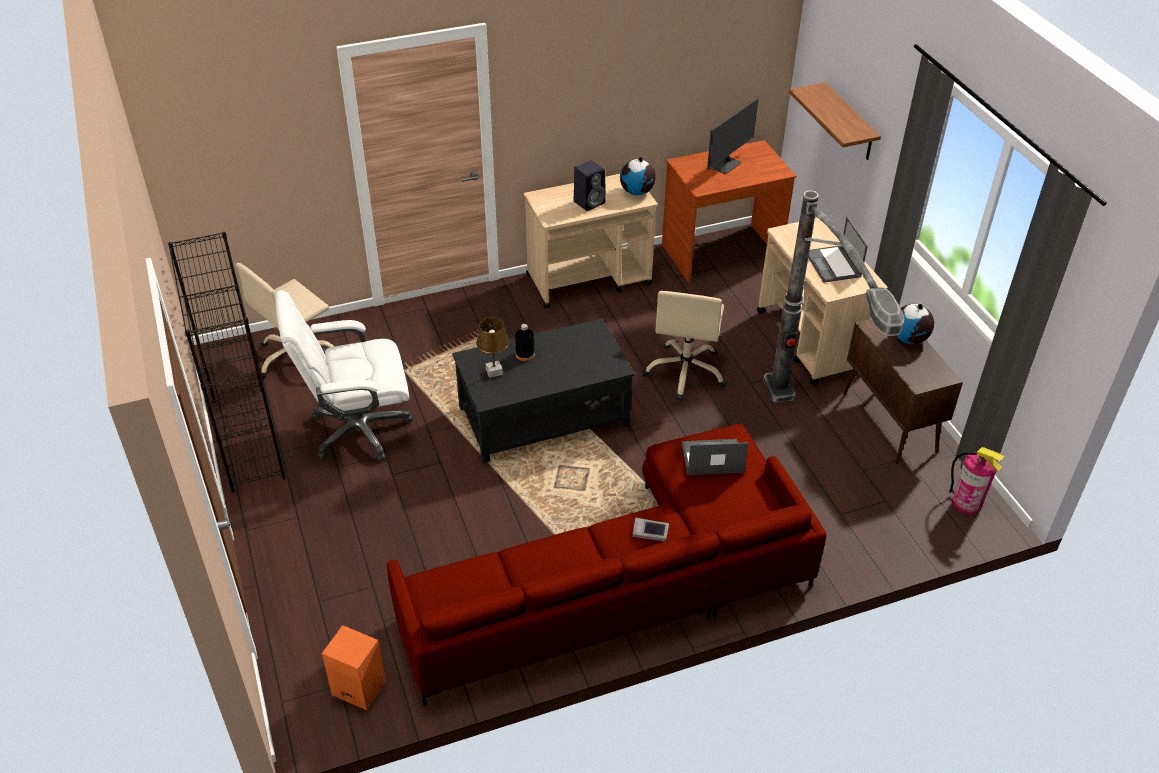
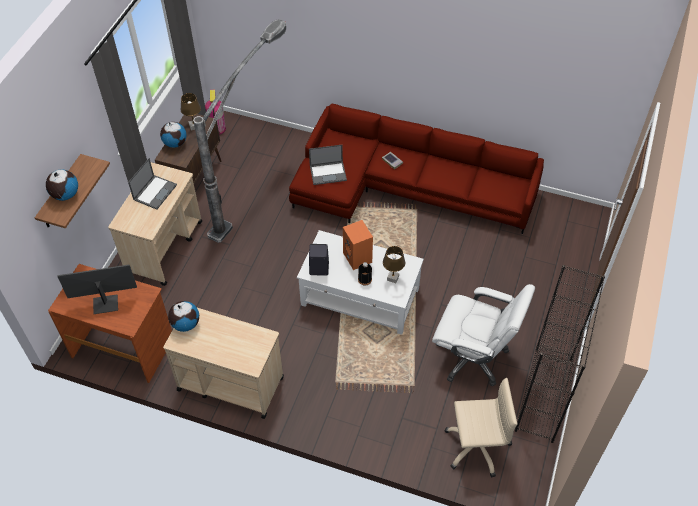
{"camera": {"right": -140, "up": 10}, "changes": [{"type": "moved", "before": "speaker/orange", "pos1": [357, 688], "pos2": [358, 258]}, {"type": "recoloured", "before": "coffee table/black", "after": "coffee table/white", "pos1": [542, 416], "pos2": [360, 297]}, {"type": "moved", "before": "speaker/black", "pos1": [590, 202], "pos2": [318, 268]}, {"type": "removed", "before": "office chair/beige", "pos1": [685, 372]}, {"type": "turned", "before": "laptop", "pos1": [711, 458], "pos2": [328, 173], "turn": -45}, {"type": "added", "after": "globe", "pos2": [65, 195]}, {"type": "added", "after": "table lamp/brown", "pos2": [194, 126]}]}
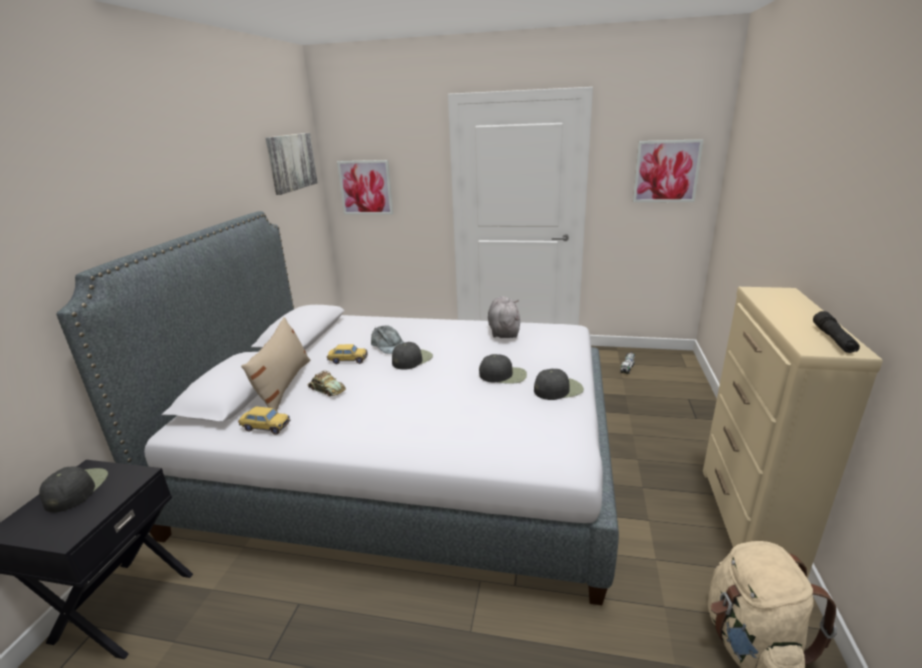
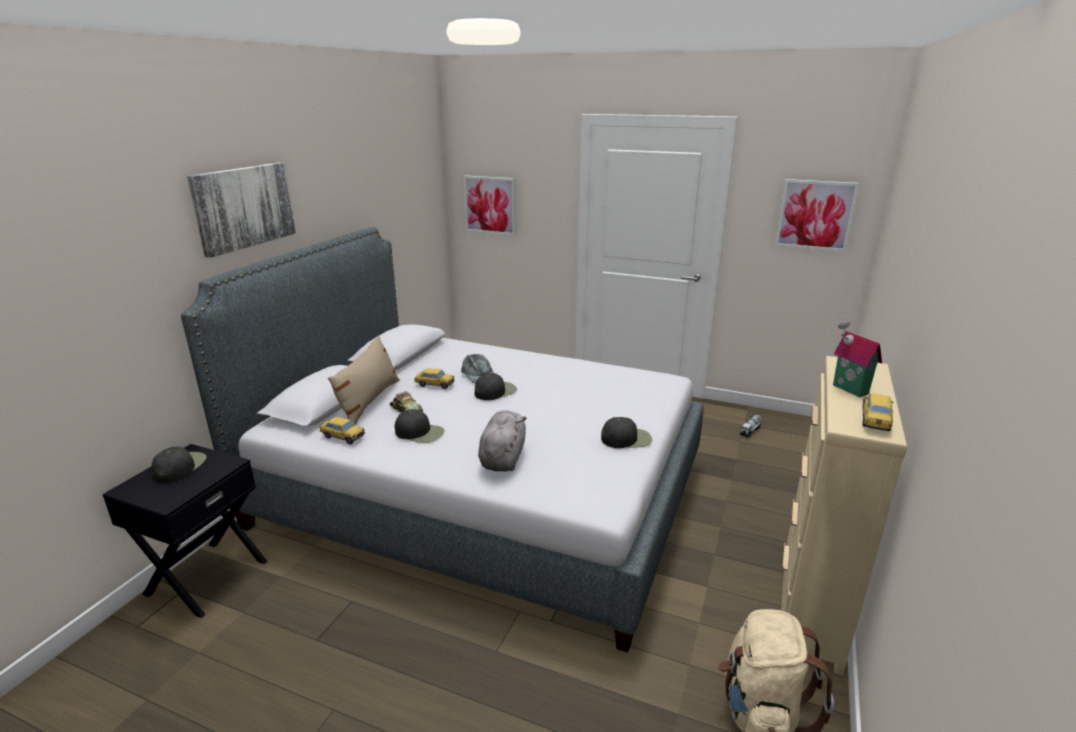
{"camera": {"right": 10, "up": 0}, "changes": [{"type": "moved", "before": "picture", "pos1": [291, 162], "pos2": [244, 207]}, {"type": "moved", "before": "cap/black", "pos1": [503, 375], "pos2": [420, 432]}, {"type": "moved", "before": "plush toy/grey", "pos1": [503, 331], "pos2": [503, 457]}, {"type": "replaced", "before": "flashlight/black", "after": "toy car", "pos1": [833, 339], "pos2": [875, 421]}, {"type": "added", "after": "toy house", "pos2": [848, 390]}]}
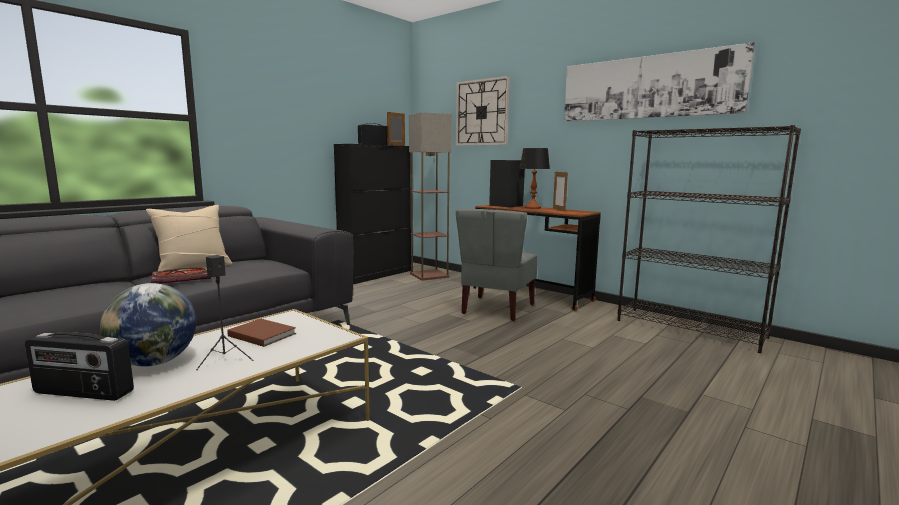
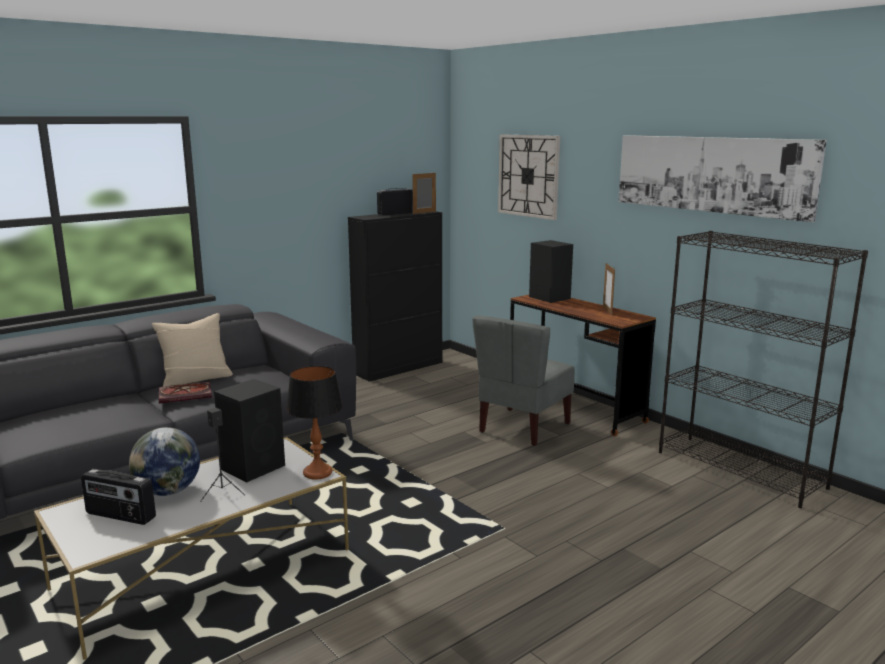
{"camera": {"right": 10, "up": 5}, "changes": [{"type": "replaced", "before": "book/brown", "after": "speaker/black", "pos1": [262, 334], "pos2": [254, 467]}, {"type": "removed", "before": "floor lamp", "pos1": [429, 275]}, {"type": "moved", "before": "table lamp", "pos1": [533, 208], "pos2": [318, 473]}]}
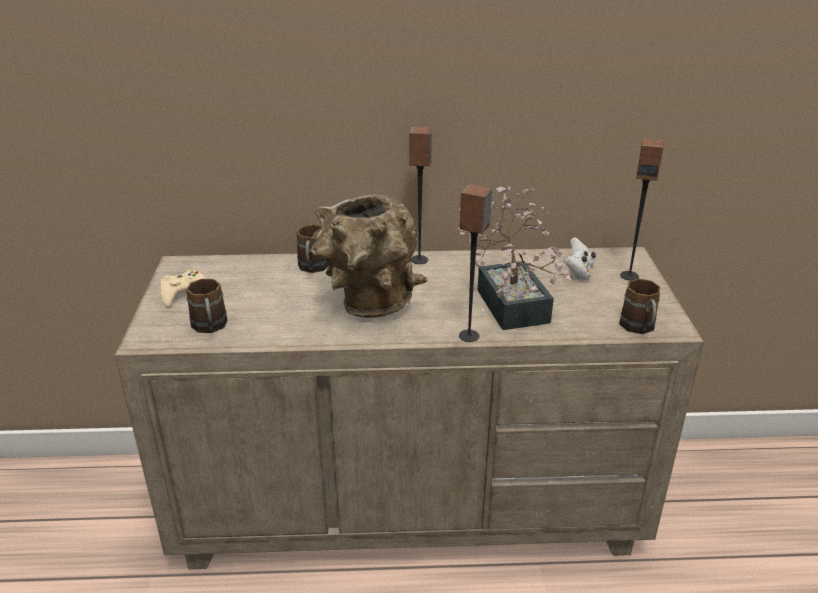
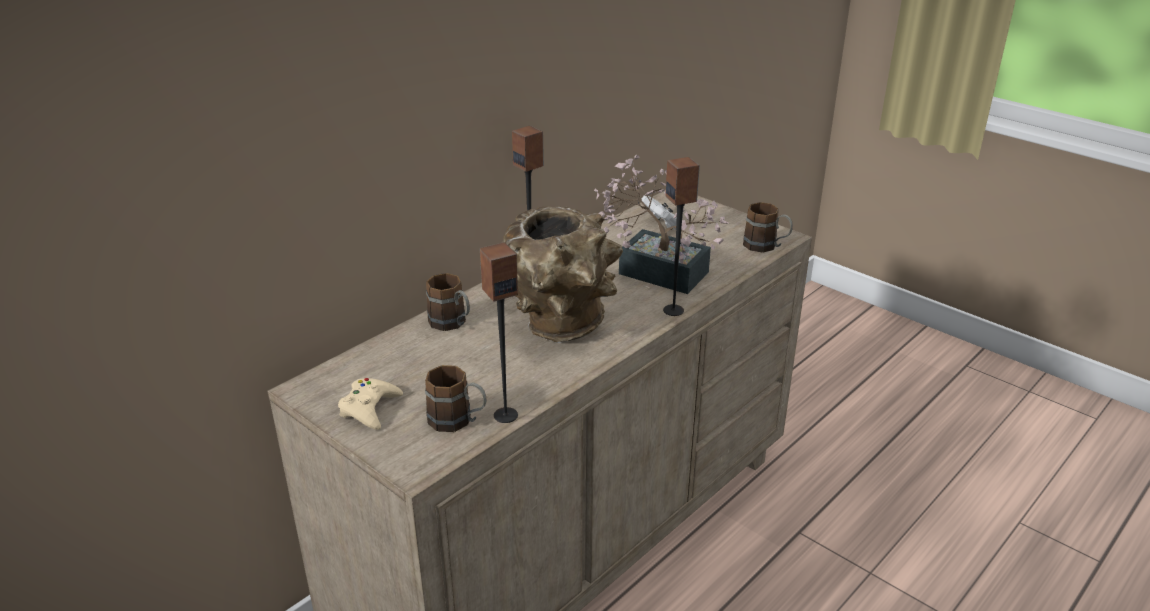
{"camera": {"right": -45, "up": 0}, "changes": [{"type": "moved", "before": "speaker", "pos1": [629, 276], "pos2": [505, 415]}]}
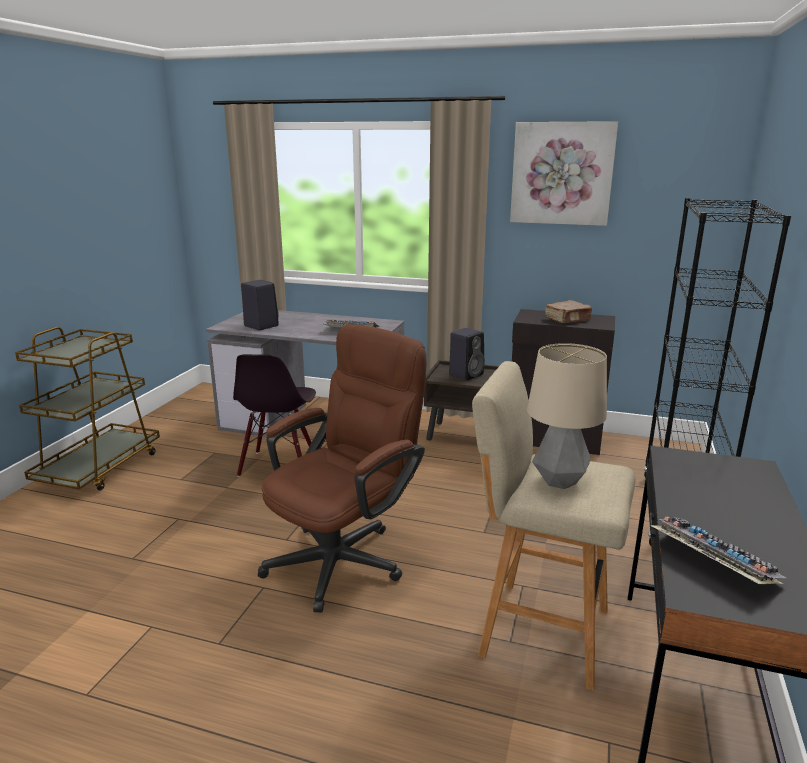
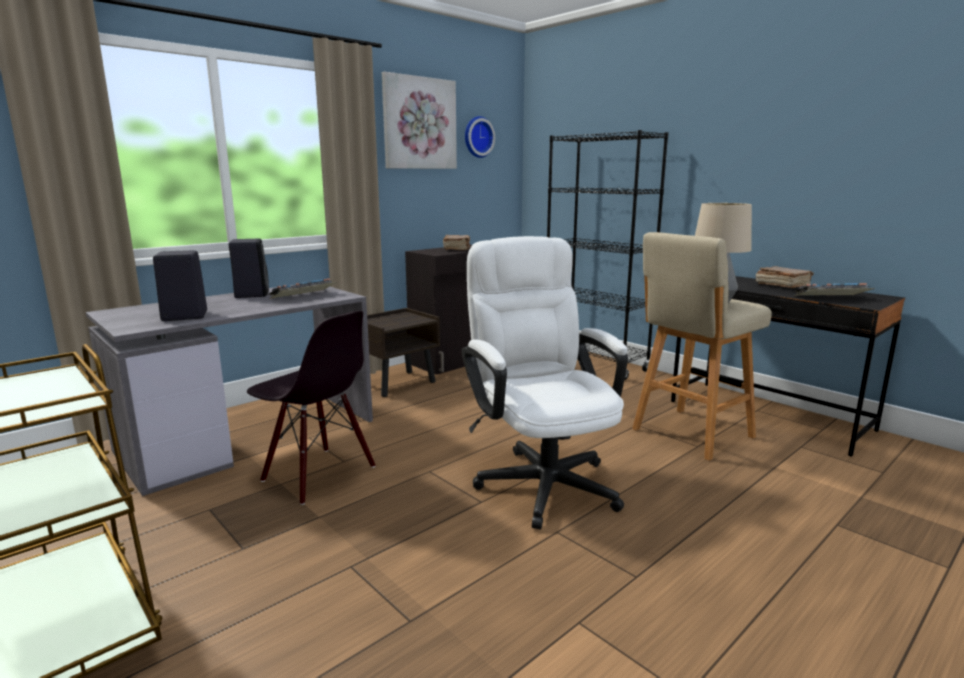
{"camera": {"right": -60, "up": -5}, "changes": [{"type": "recoloured", "before": "office chair/brown", "after": "office chair/white", "pos1": [345, 556], "pos2": [541, 478]}, {"type": "moved", "before": "speaker/black", "pos1": [466, 374], "pos2": [251, 294]}, {"type": "added", "after": "wall clock", "pos2": [477, 137]}, {"type": "added", "after": "book/brown", "pos2": [781, 286]}]}
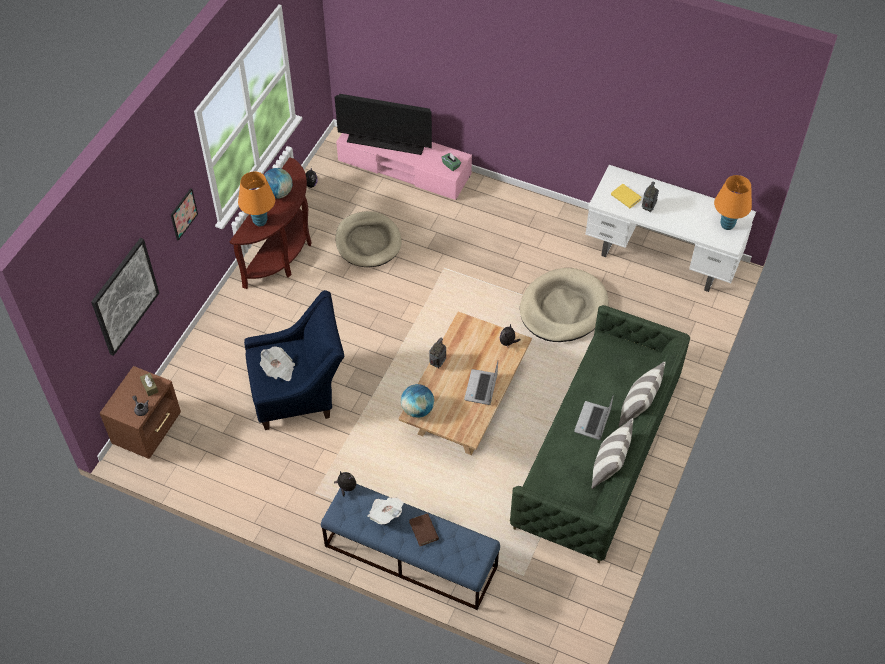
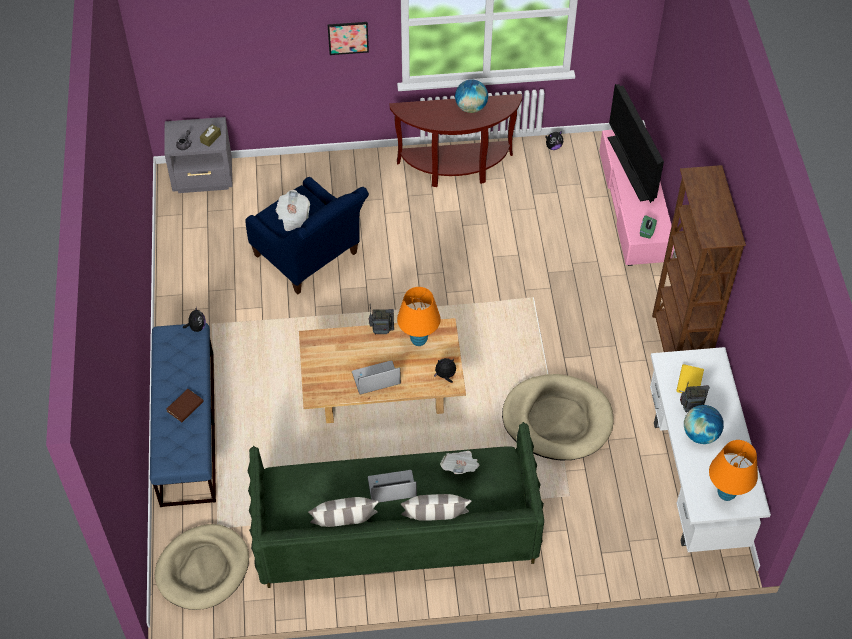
{"camera": {"right": 60, "up": 0}, "changes": [{"type": "removed", "before": "picture", "pos1": [125, 296]}, {"type": "recoloured", "before": "nightstand/brown", "after": "nightstand/grey", "pos1": [149, 430], "pos2": [204, 178]}, {"type": "moved", "before": "table lamp/orange", "pos1": [260, 221], "pos2": [419, 340]}, {"type": "moved", "before": "dog bed/beige", "pos1": [368, 242], "pos2": [203, 569]}, {"type": "moved", "before": "newspaper", "pos1": [385, 514], "pos2": [460, 467]}, {"type": "moved", "before": "globe", "pos1": [417, 410], "pos2": [700, 434]}, {"type": "added", "after": "bookcase/brown", "pos2": [677, 349]}]}
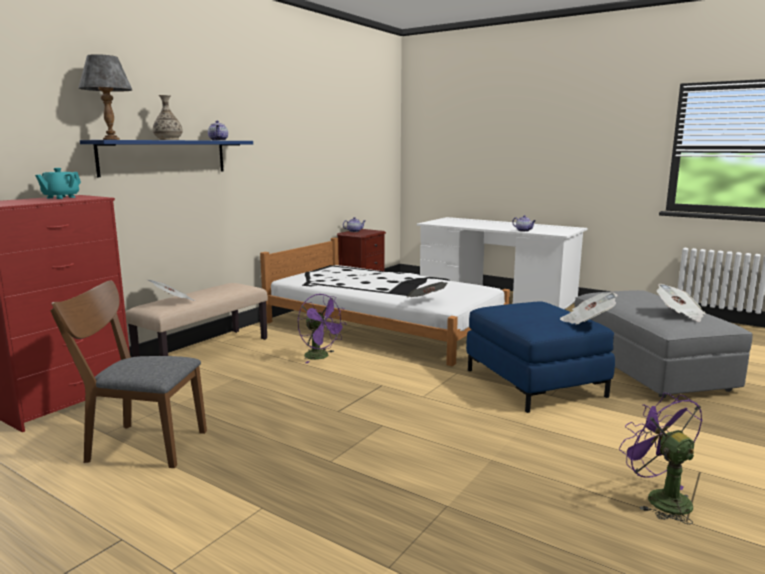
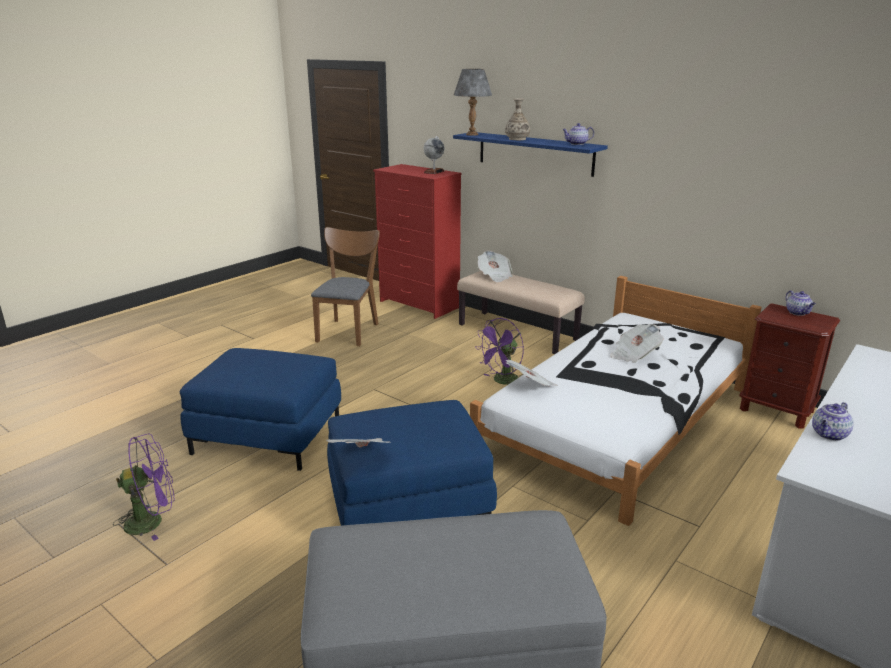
{"camera": {"right": 95, "up": 10}, "changes": [{"type": "replaced", "before": "teapot/turquoise", "after": "globe", "pos1": [60, 197], "pos2": [434, 172]}, {"type": "moved", "before": "newspaper", "pos1": [679, 315], "pos2": [634, 355]}, {"type": "added", "after": "ottoman/blue", "pos2": [267, 435]}]}
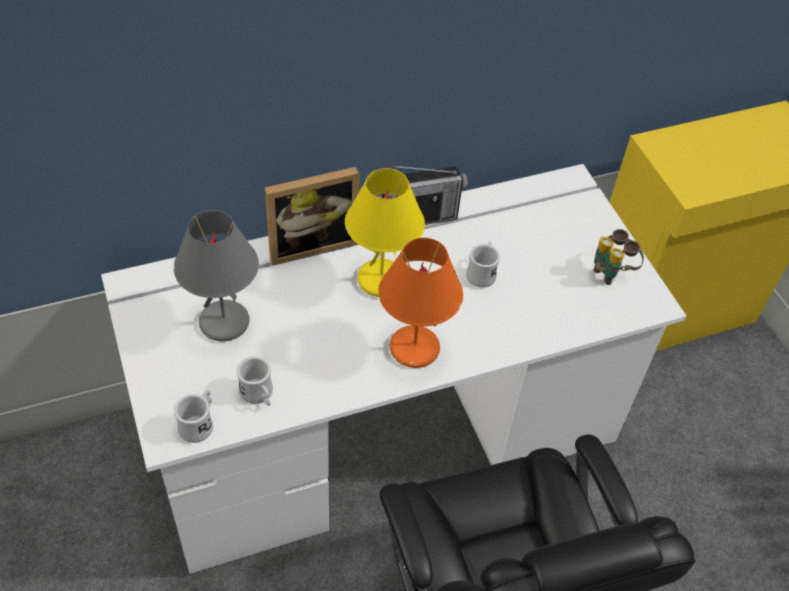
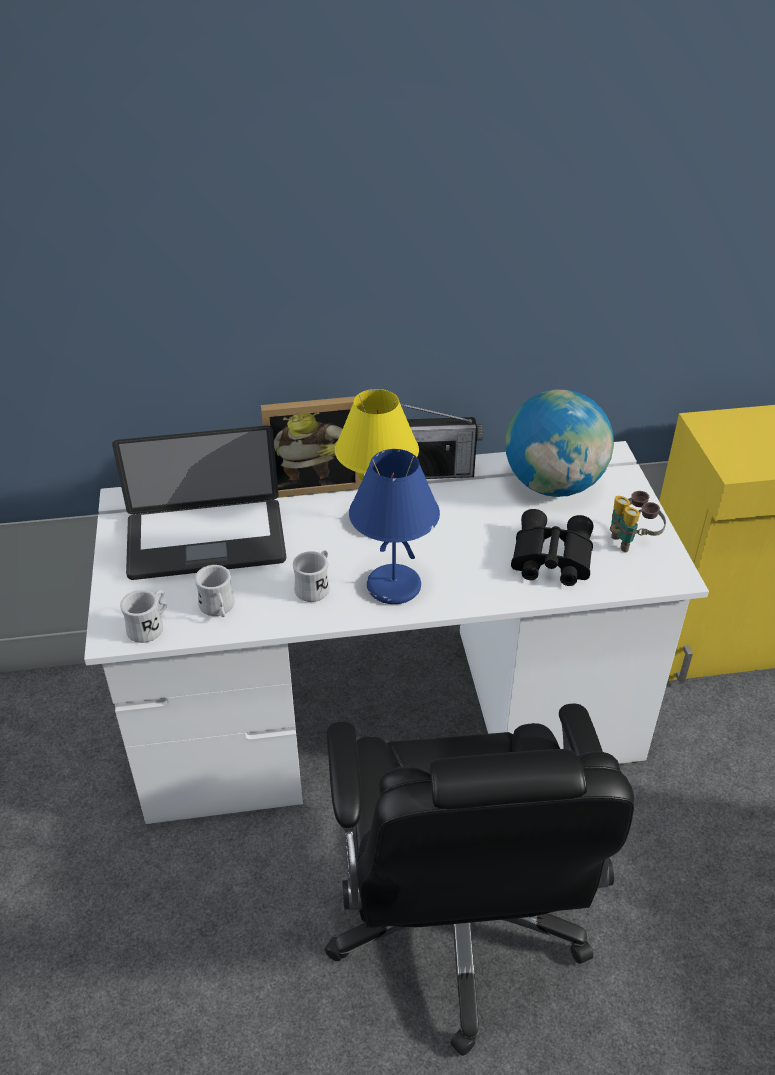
{"camera": {"right": 15, "up": -10}, "changes": [{"type": "replaced", "before": "table lamp/grey", "after": "laptop", "pos1": [225, 322], "pos2": [206, 541]}, {"type": "recoloured", "before": "table lamp/orange", "after": "table lamp/blue", "pos1": [413, 349], "pos2": [392, 587]}, {"type": "moved", "before": "mug/white", "pos1": [482, 273], "pos2": [315, 587]}, {"type": "added", "after": "globe", "pos2": [553, 485]}, {"type": "added", "after": "binoculars/black", "pos2": [549, 558]}]}
